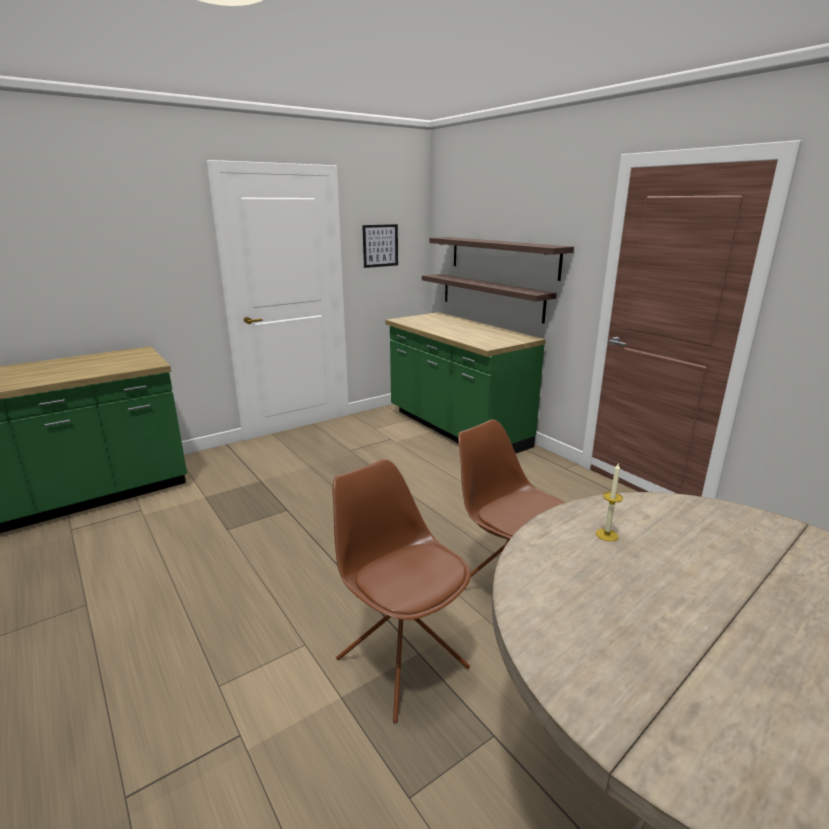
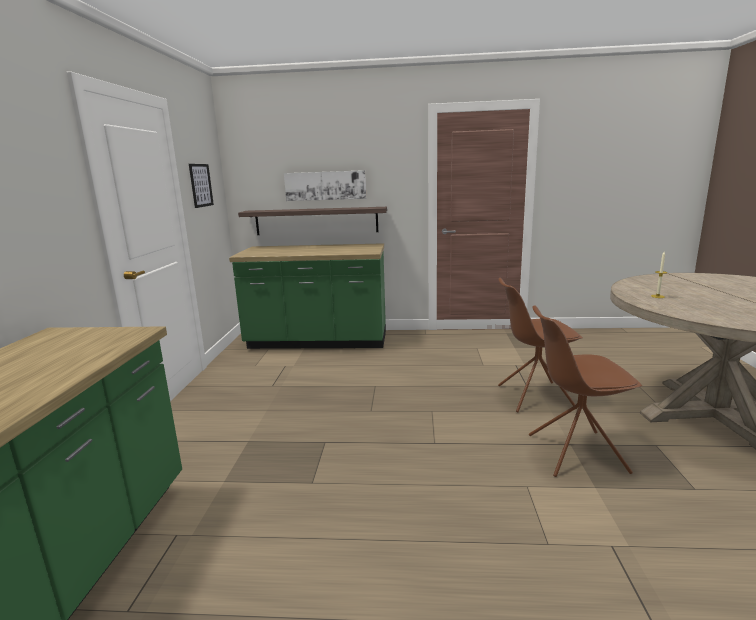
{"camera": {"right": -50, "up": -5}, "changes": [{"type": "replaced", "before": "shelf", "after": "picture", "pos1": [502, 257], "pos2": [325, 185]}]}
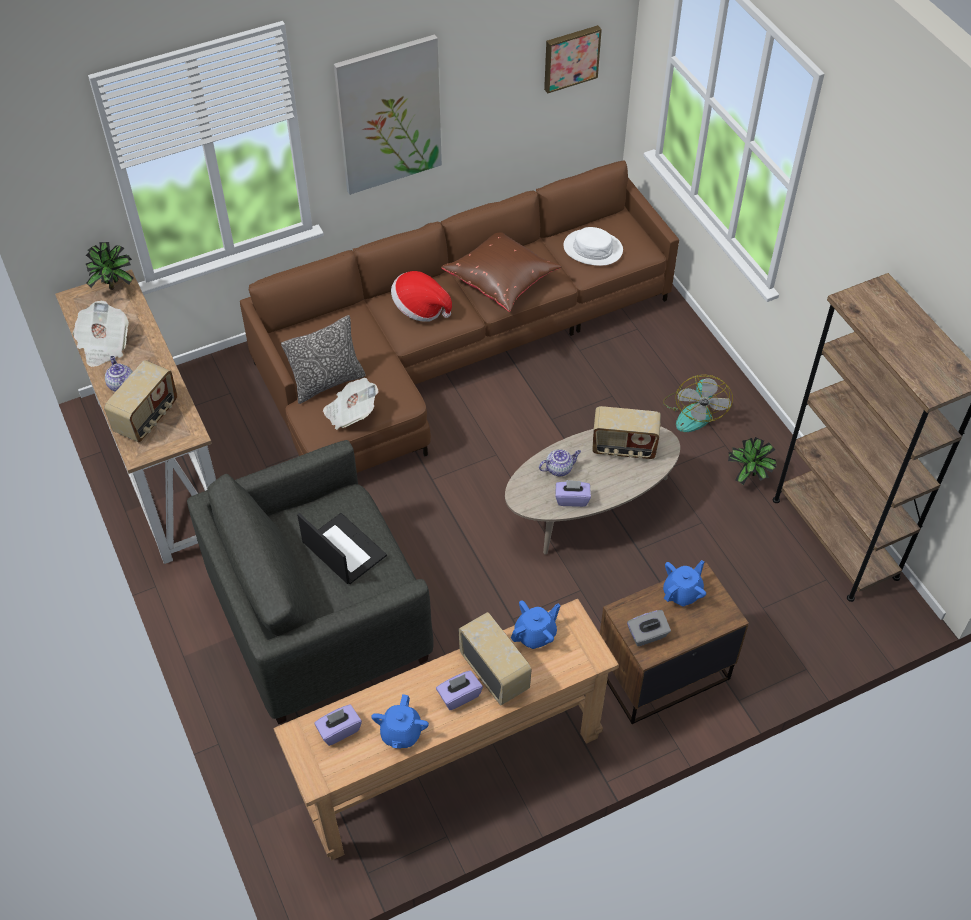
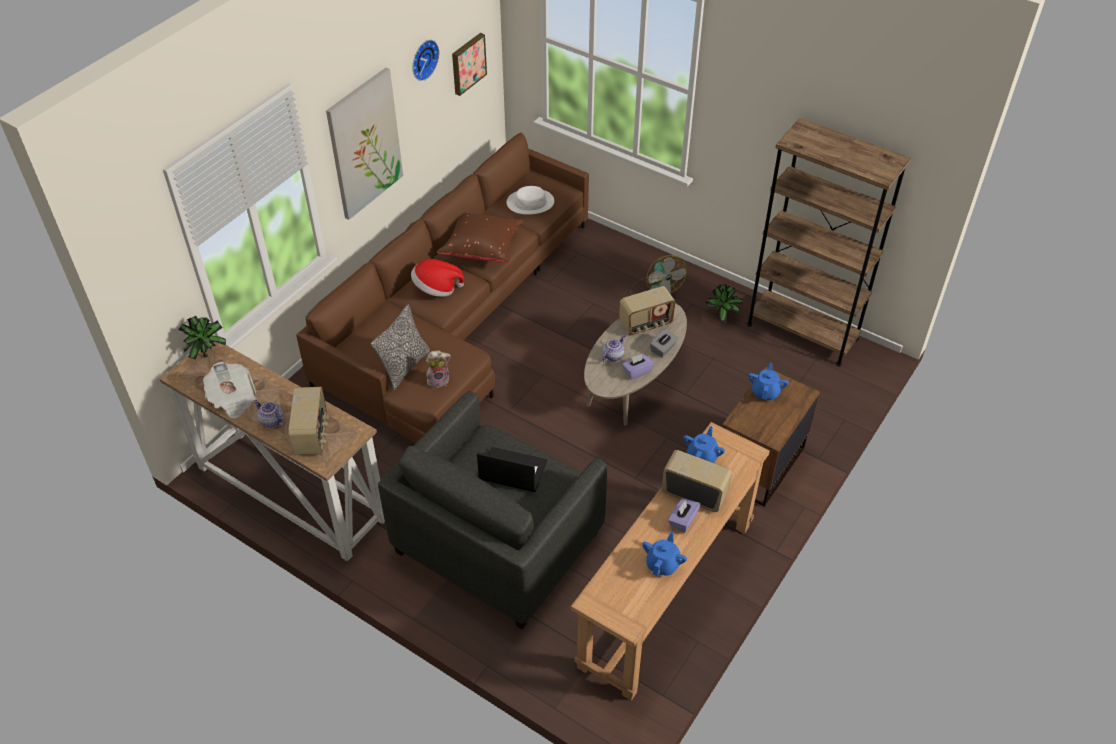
{"camera": {"right": -30, "up": -5}, "changes": [{"type": "removed", "before": "tissue box/purple", "pos1": [339, 730]}, {"type": "replaced", "before": "newspaper", "after": "plush toy", "pos1": [351, 413], "pos2": [438, 380]}, {"type": "turned", "before": "teapot/blue", "pos1": [401, 733], "pos2": [663, 564], "turn": -135}, {"type": "moved", "before": "tissue box/grey", "pos1": [647, 635], "pos2": [663, 349]}, {"type": "added", "after": "wall clock", "pos2": [423, 59]}]}
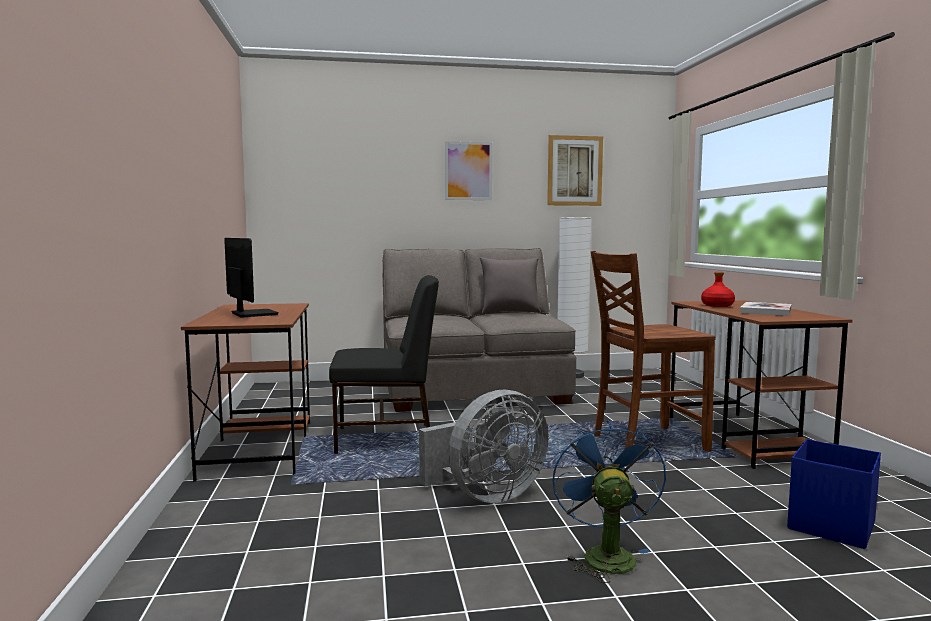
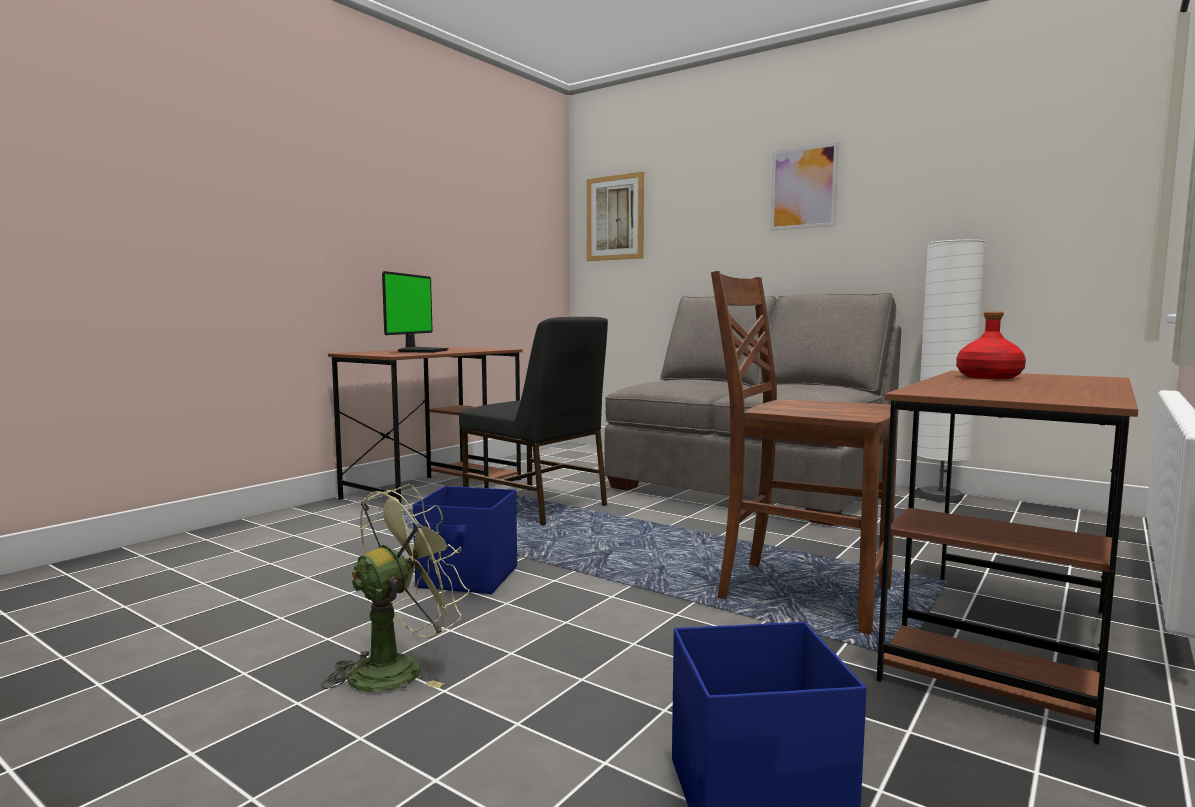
{"camera": {"right": 45, "up": 0}, "changes": [{"type": "replaced", "before": "fan/grey", "after": "storage box/blue", "pos1": [487, 496], "pos2": [469, 578]}, {"type": "removed", "before": "pillow/grey", "pos1": [509, 312]}, {"type": "moved", "before": "picture", "pos1": [574, 171], "pos2": [615, 218]}, {"type": "recoloured", "before": "fan/blue", "after": "fan/green", "pos1": [604, 555], "pos2": [398, 668]}, {"type": "removed", "before": "book", "pos1": [766, 311]}]}
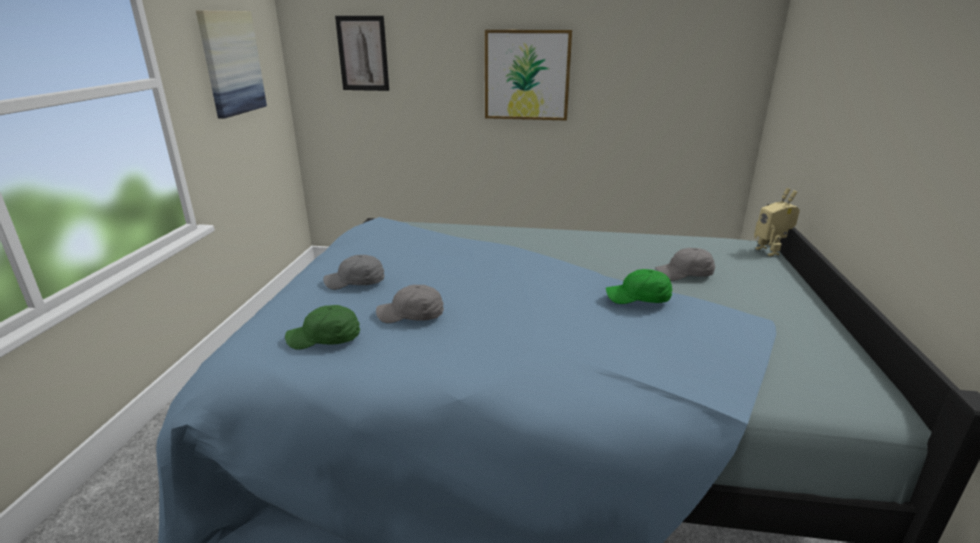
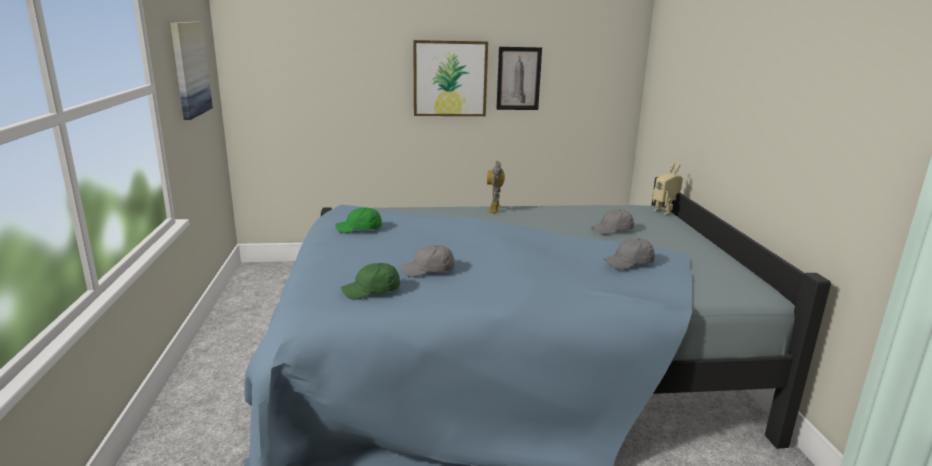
{"camera": {"right": -15, "up": -5}, "changes": [{"type": "moved", "before": "cap/grey", "pos1": [355, 283], "pos2": [629, 263]}, {"type": "moved", "before": "picture", "pos1": [363, 53], "pos2": [518, 78]}, {"type": "moved", "before": "cap/green", "pos1": [638, 298], "pos2": [359, 229]}, {"type": "added", "after": "toy robot", "pos2": [495, 209]}]}
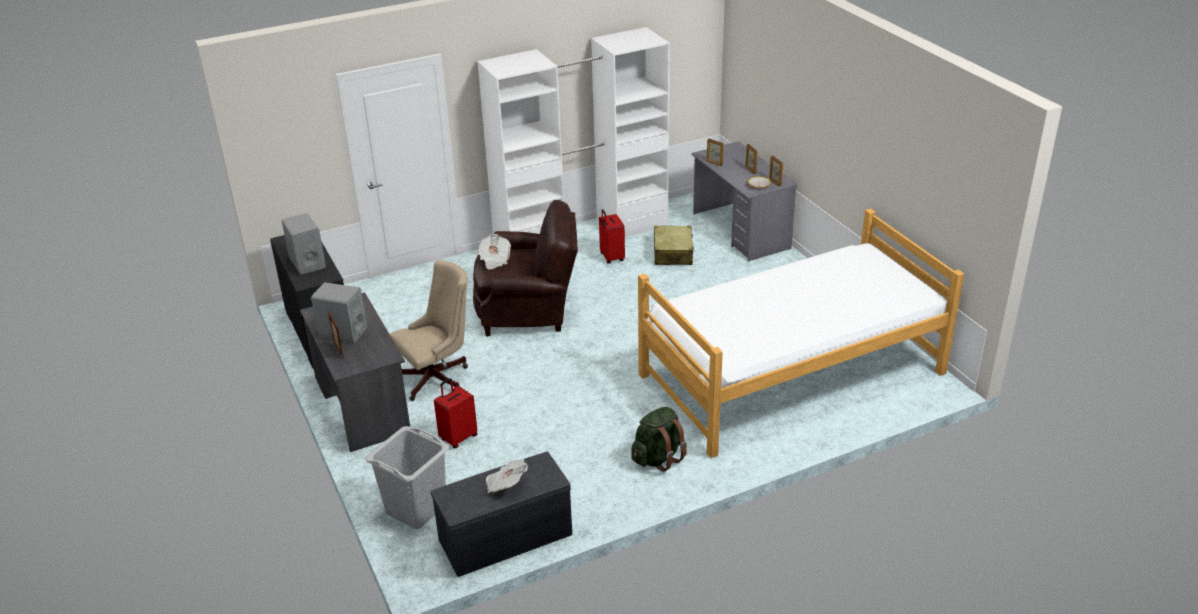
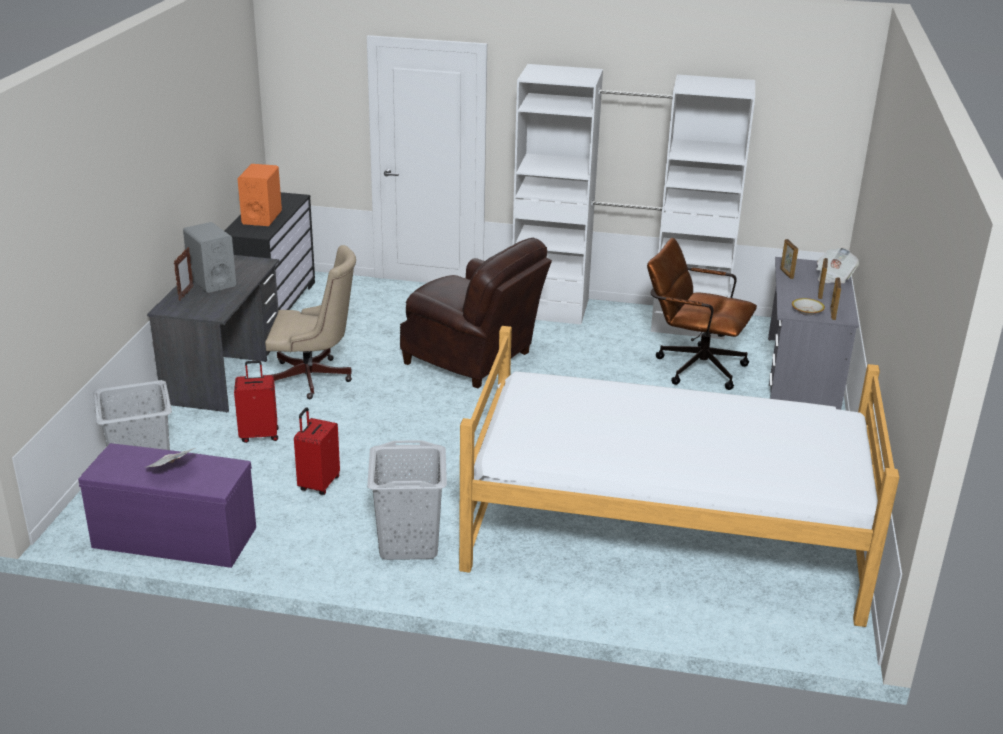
{"camera": {"right": 35, "up": -5}, "changes": [{"type": "recoloured", "before": "speaker/grey", "after": "speaker/orange", "pos1": [307, 263], "pos2": [262, 217]}, {"type": "recoloured", "before": "bench/grey", "after": "bench/purple", "pos1": [505, 538], "pos2": [173, 538]}, {"type": "moved", "before": "newspaper", "pos1": [494, 260], "pos2": [833, 276]}, {"type": "moved", "before": "suitcase/red", "pos1": [611, 257], "pos2": [318, 484]}, {"type": "replaced", "before": "backpack/green", "after": "laundry basket/grey", "pos1": [658, 458], "pos2": [408, 543]}, {"type": "replaced", "before": "suitcase/beige", "after": "office chair/brown", "pos1": [673, 253], "pos2": [693, 366]}]}
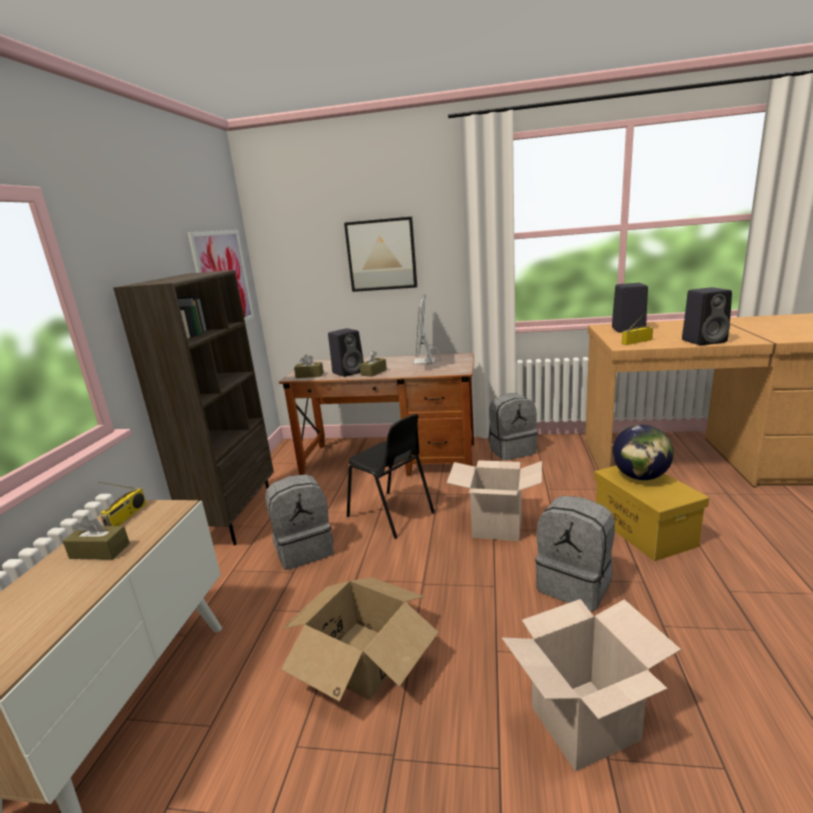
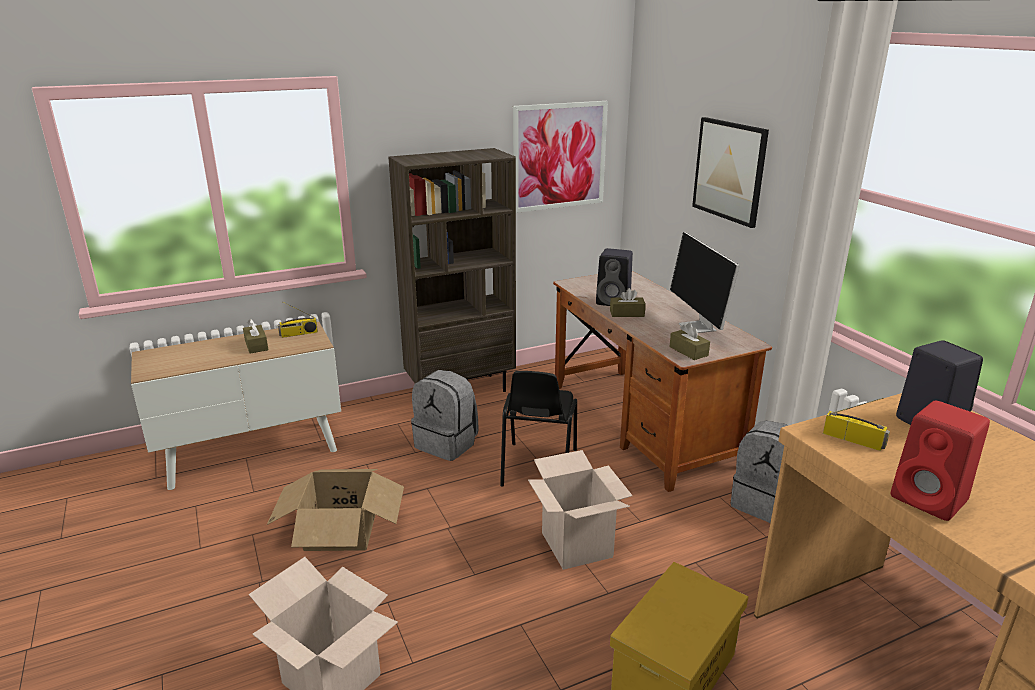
{"camera": {"right": 55, "up": 5}, "changes": [{"type": "moved", "before": "tissue box/brown", "pos1": [309, 375], "pos2": [688, 351]}, {"type": "turned", "before": "monitor", "pos1": [424, 361], "pos2": [698, 327], "turn": -75}, {"type": "removed", "before": "backpack/grey", "pos1": [575, 584]}, {"type": "removed", "before": "globe", "pos1": [640, 477]}, {"type": "recoloured", "before": "speaker/black", "after": "speaker/red", "pos1": [704, 341], "pos2": [931, 500]}]}
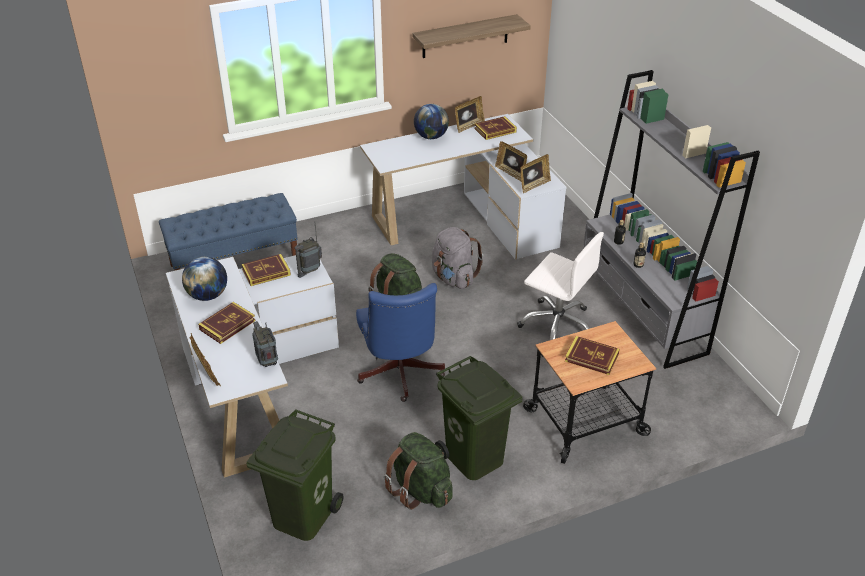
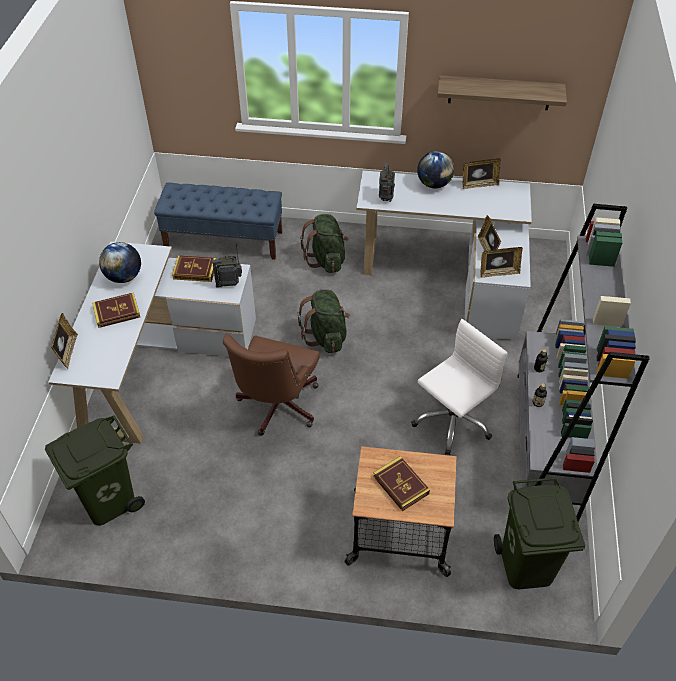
{"camera": {"right": 30, "up": 10}, "changes": [{"type": "moved", "before": "radio", "pos1": [267, 362], "pos2": [386, 198]}, {"type": "recoloured", "before": "office chair/blue", "after": "office chair/brown", "pos1": [400, 375], "pos2": [276, 408]}, {"type": "moved", "before": "backpack/green", "pos1": [420, 490], "pos2": [326, 259]}, {"type": "removed", "before": "backpack/grey", "pos1": [454, 278]}, {"type": "moved", "before": "trash can/green", "pos1": [473, 458], "pos2": [525, 565]}, {"type": "removed", "before": "book", "pos1": [495, 130]}, {"type": "turned", "before": "office chair/white", "pos1": [557, 324], "pos2": [452, 421], "turn": -105}]}
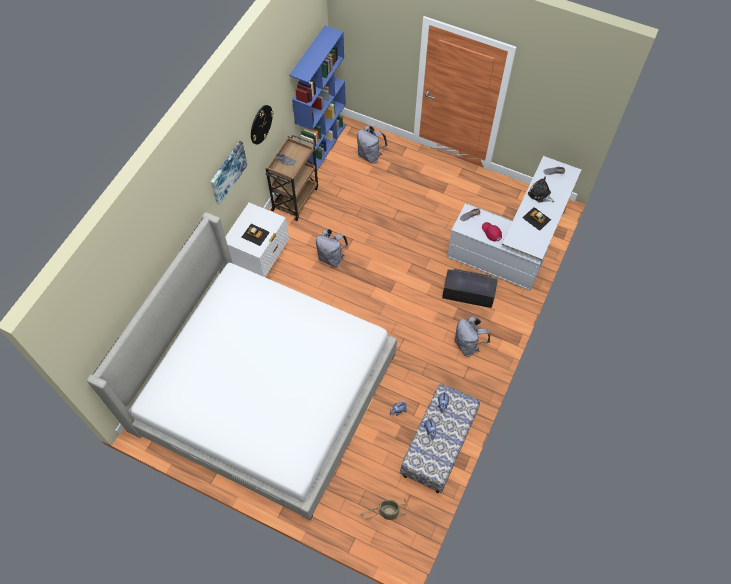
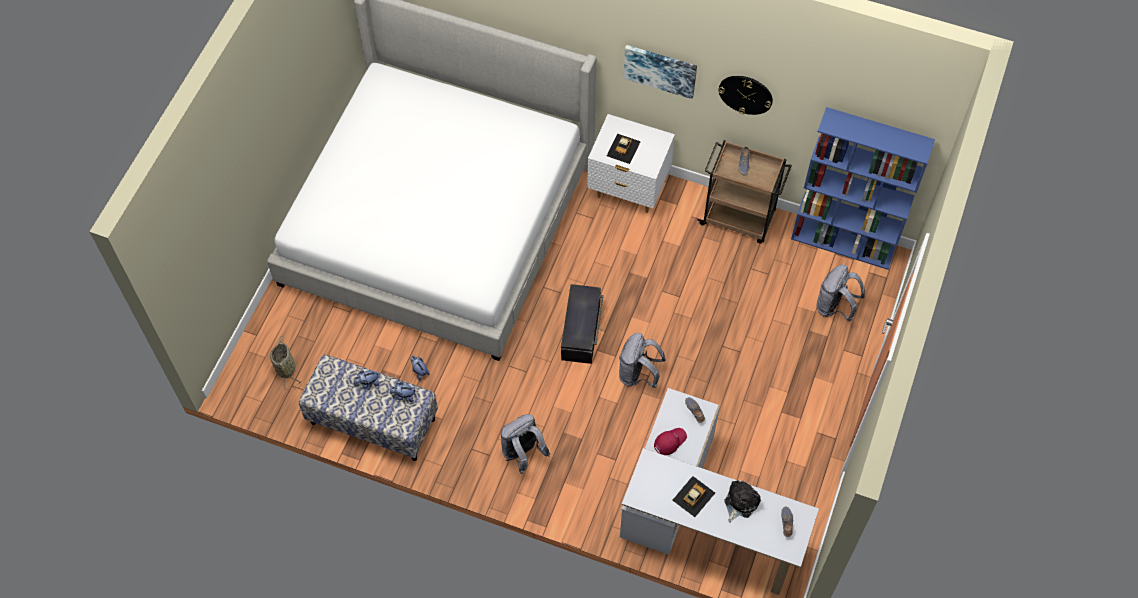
{"camera": {"right": 85, "up": 0}, "changes": [{"type": "moved", "before": "backpack/grey", "pos1": [331, 257], "pos2": [638, 374]}, {"type": "moved", "before": "storage box/black", "pos1": [468, 293], "pos2": [582, 331]}]}
